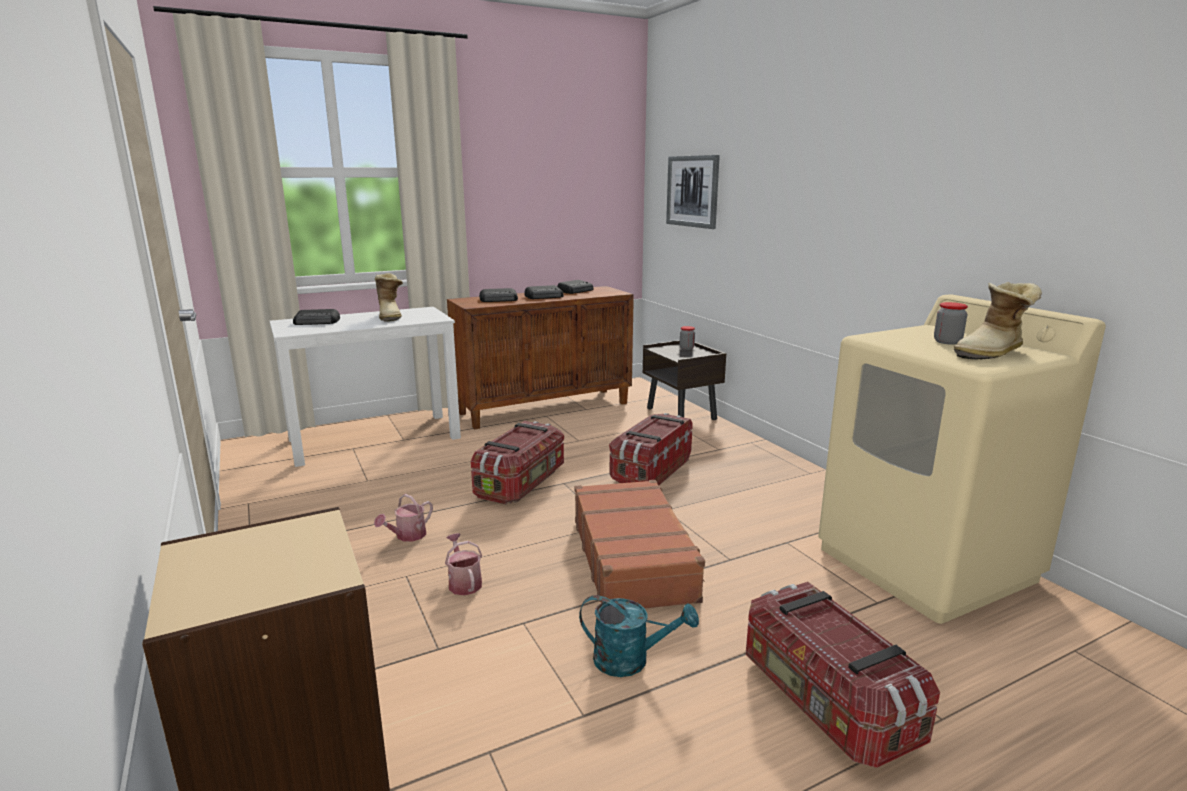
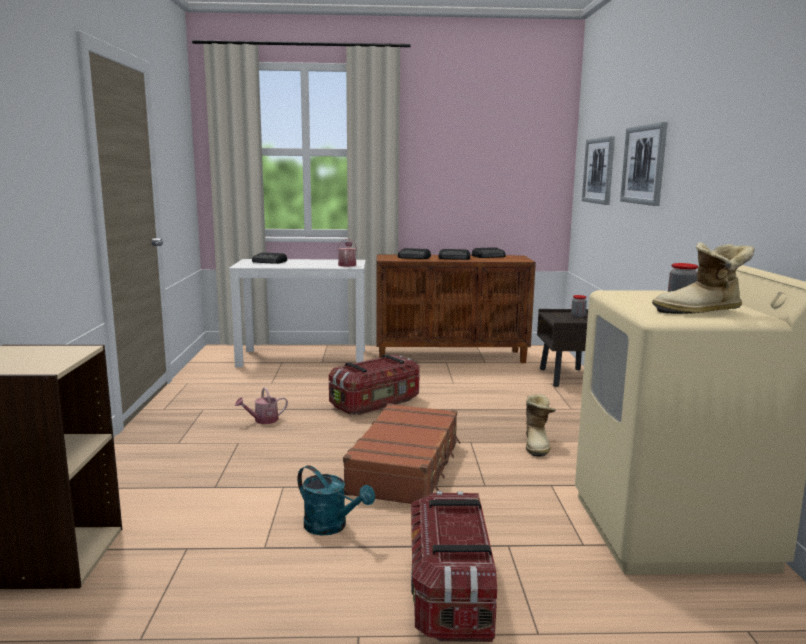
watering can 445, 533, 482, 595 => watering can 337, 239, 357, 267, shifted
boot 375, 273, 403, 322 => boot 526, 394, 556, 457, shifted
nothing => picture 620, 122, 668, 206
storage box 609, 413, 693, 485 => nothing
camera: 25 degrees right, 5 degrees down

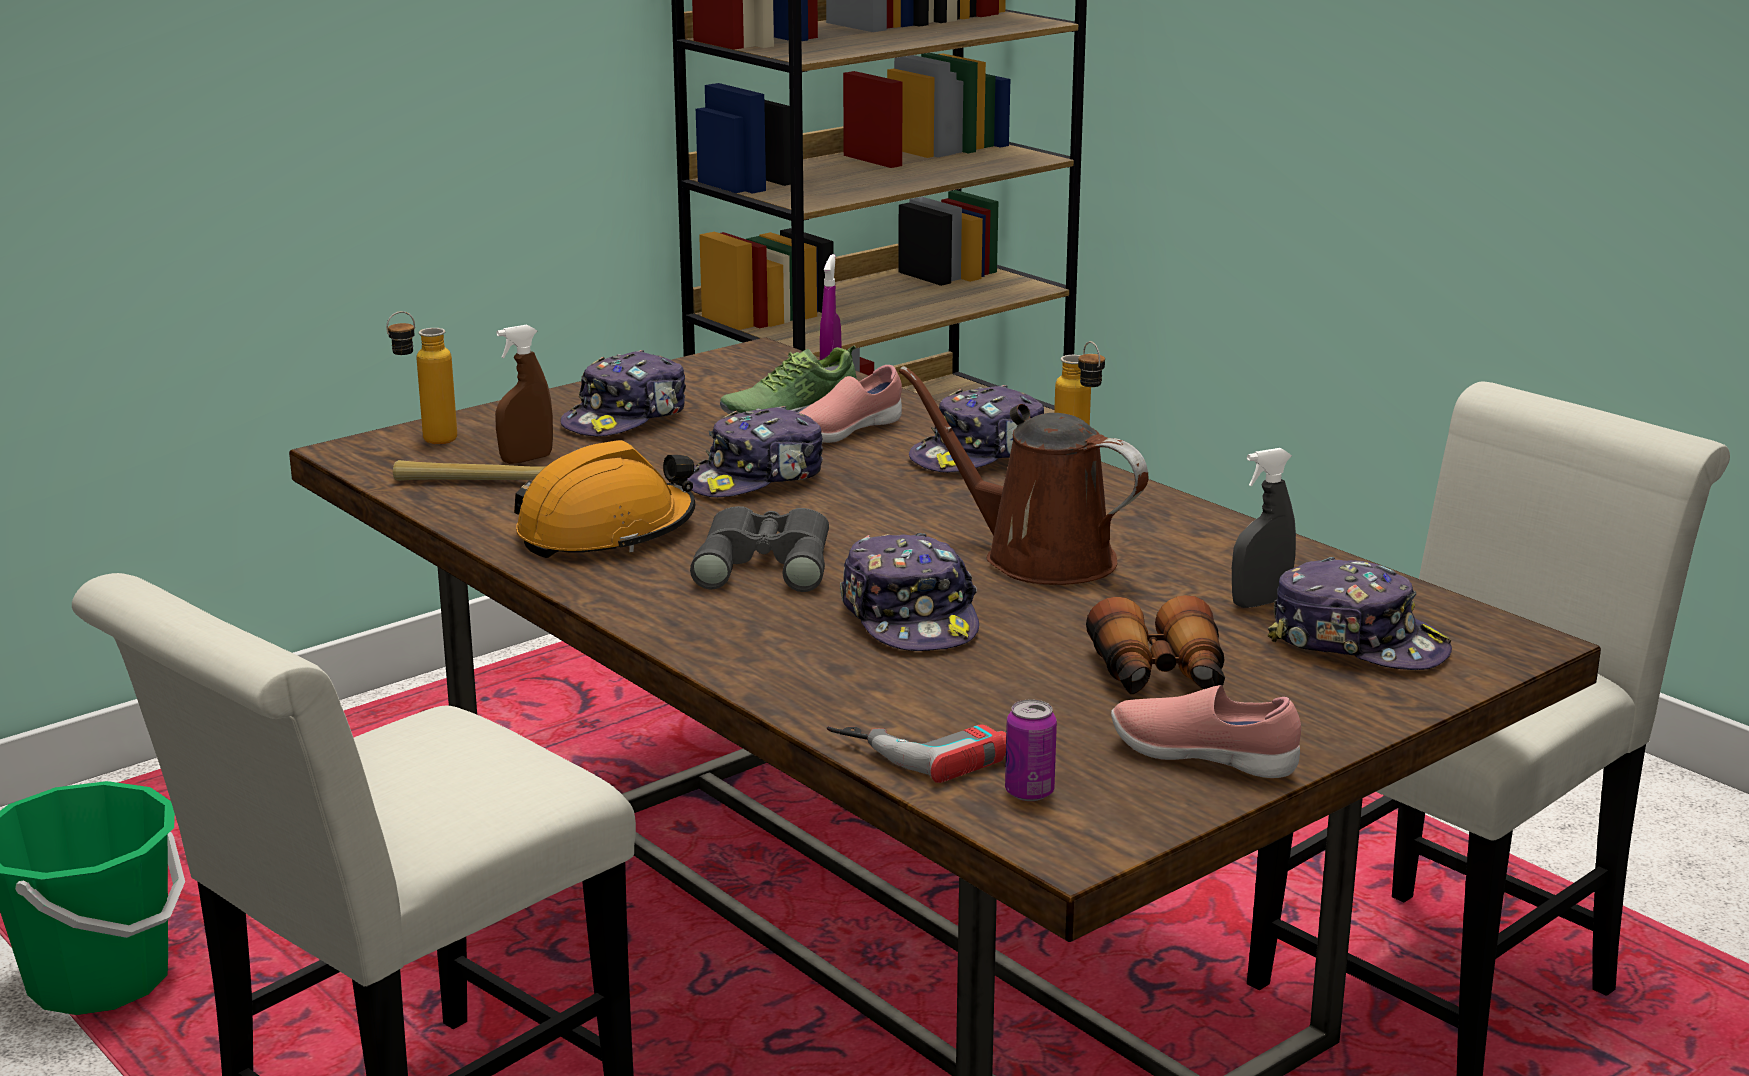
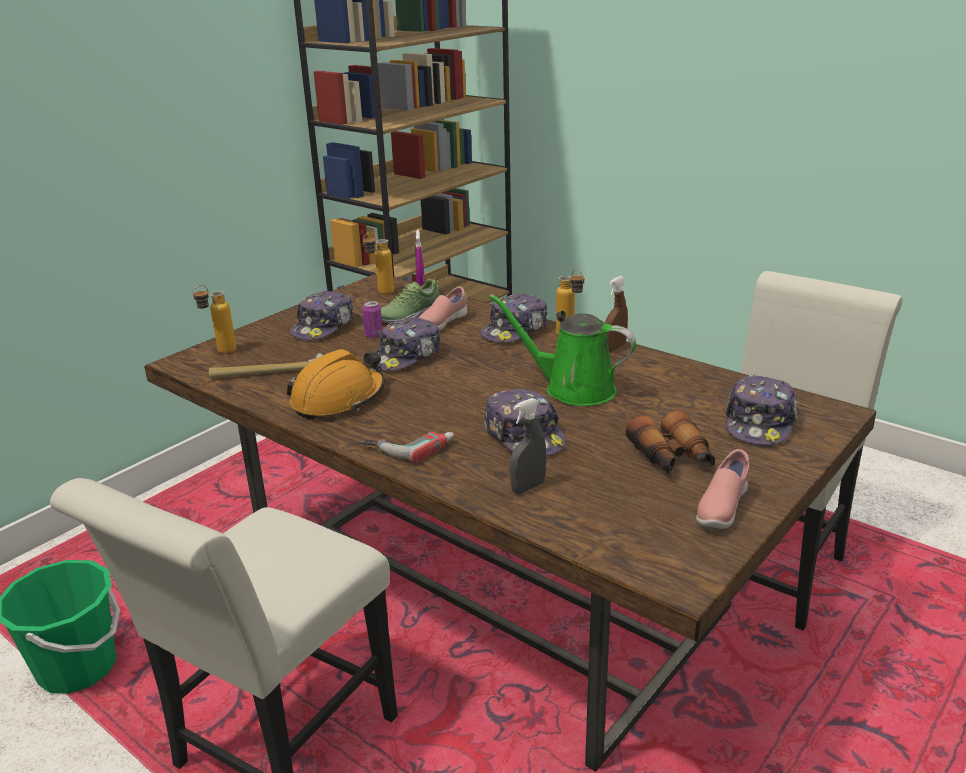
power drill 827, 725, 1006, 783 => power drill 356, 432, 454, 464, shifted
can 1005, 700, 1057, 801 => can 362, 301, 382, 338, shifted
nothing => bottle 363, 232, 394, 294
brown watering can 899, 366, 1148, 585 => green watering can 489, 294, 636, 406
grey spray bottle 1232, 448, 1296, 608 => grey spray bottle 510, 398, 546, 494, shifted
brown spray bottle 495, 324, 553, 464 => brown spray bottle 605, 276, 628, 351, shifted
pink shoe 1111, 685, 1301, 778 => pink shoe 696, 449, 749, 529, 75 degrees counterclockwise
cap 1268, 557, 1452, 670 => cap 725, 374, 798, 445, 90 degrees clockwise
grey binoculars 690, 506, 829, 592 => nothing
camera: 10 degrees left, 5 degrees up

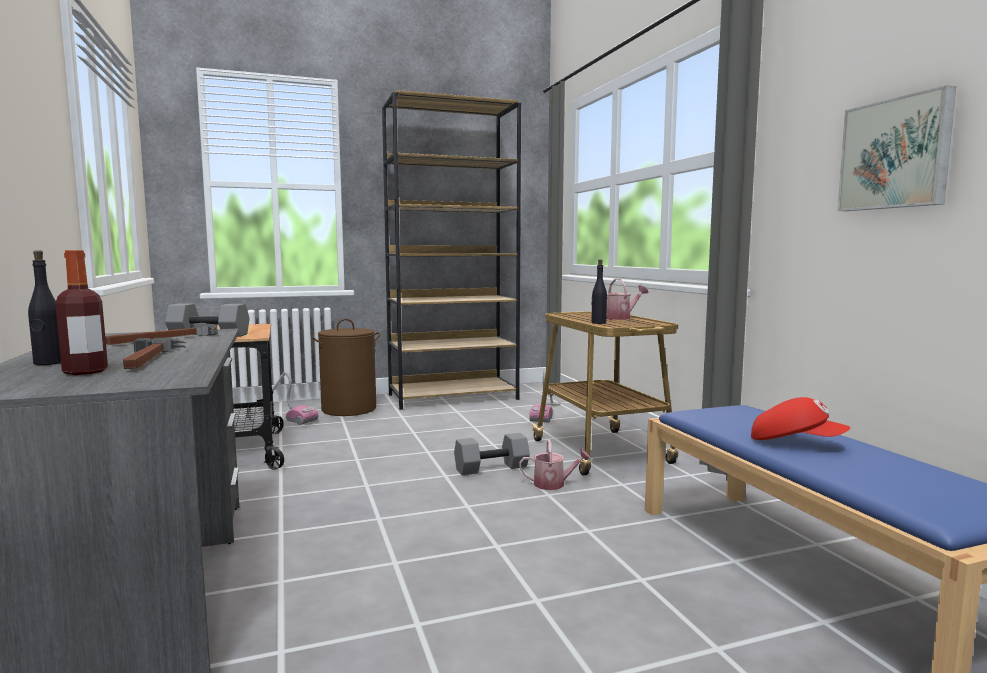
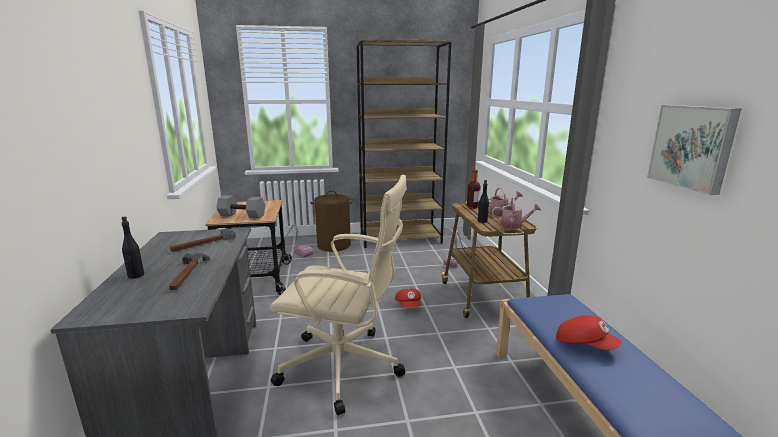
nothing => beige office chair 270, 175, 407, 415
grey dumbbell 454, 433, 530, 475 => red cap 395, 288, 422, 307
bottle 55, 250, 108, 375 => bottle 467, 170, 481, 209, shifted
watering can 519, 440, 591, 490 => watering can 492, 197, 541, 229, shifted
camera: 10 degrees right, 10 degrees up

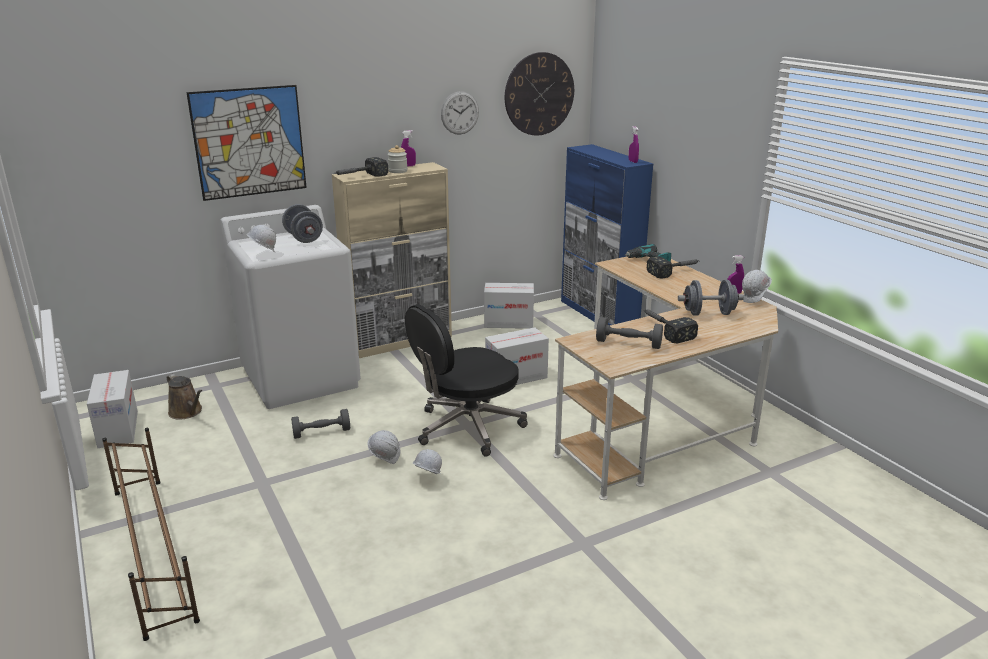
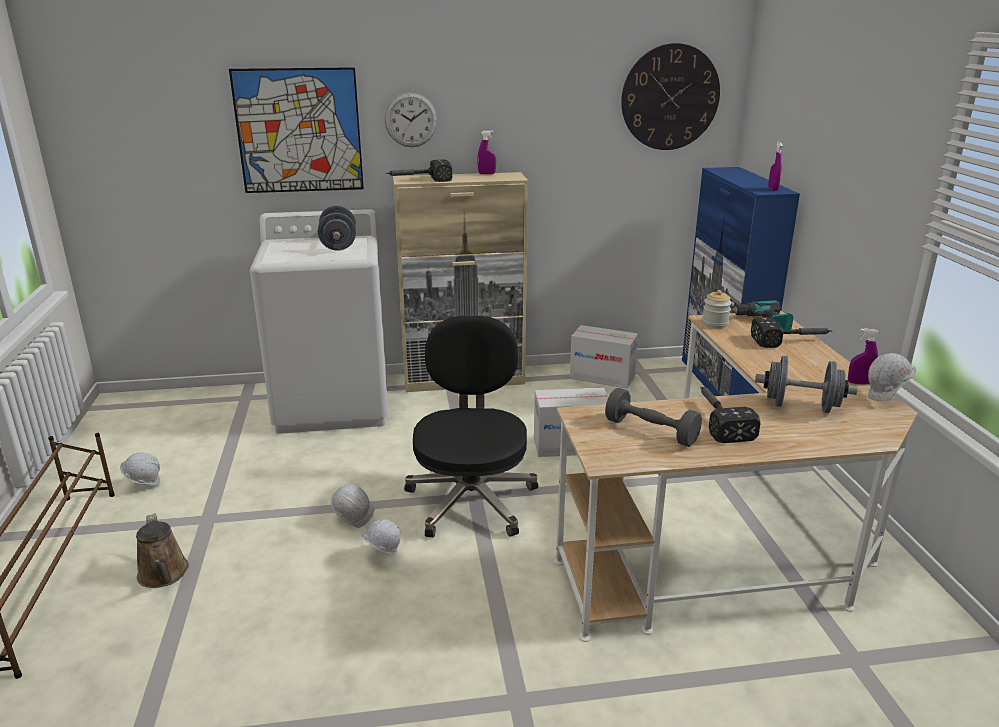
white hard hat 246, 225, 276, 252 => white hard hat 120, 452, 160, 486, shifted
brown watering can 167, 374, 202, 419 => brown watering can 136, 513, 189, 588, shifted
wall clock 441, 91, 479, 135 => wall clock 384, 92, 438, 147, shifted
black office chair 405, 304, 528, 456 => black office chair 404, 316, 538, 538, 105 degrees clockwise
jar 388, 145, 408, 173 => jar 702, 290, 732, 328, shifted
cardboard box 87, 370, 138, 448 => nothing
grey dumbbell 291, 409, 350, 439 => nothing
camera: 20 degrees right, 0 degrees up

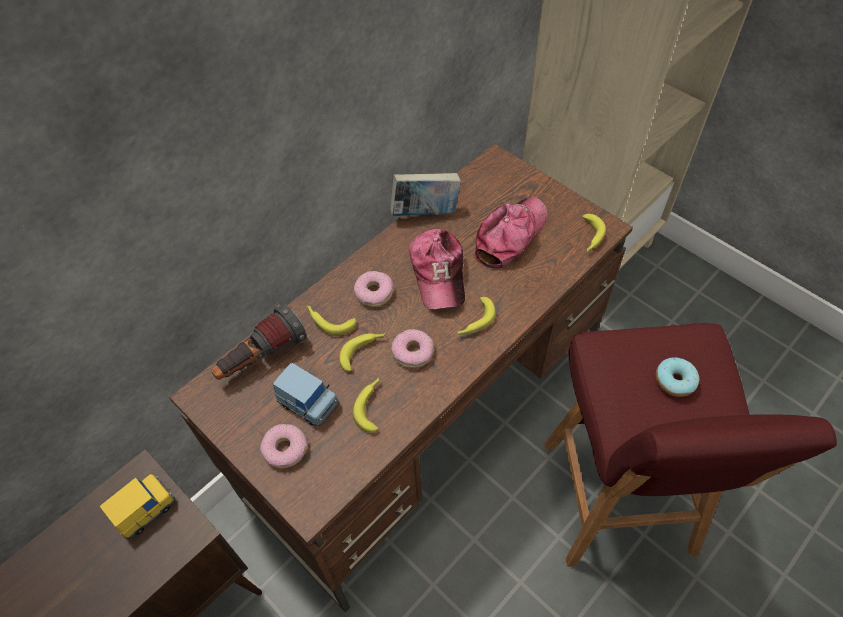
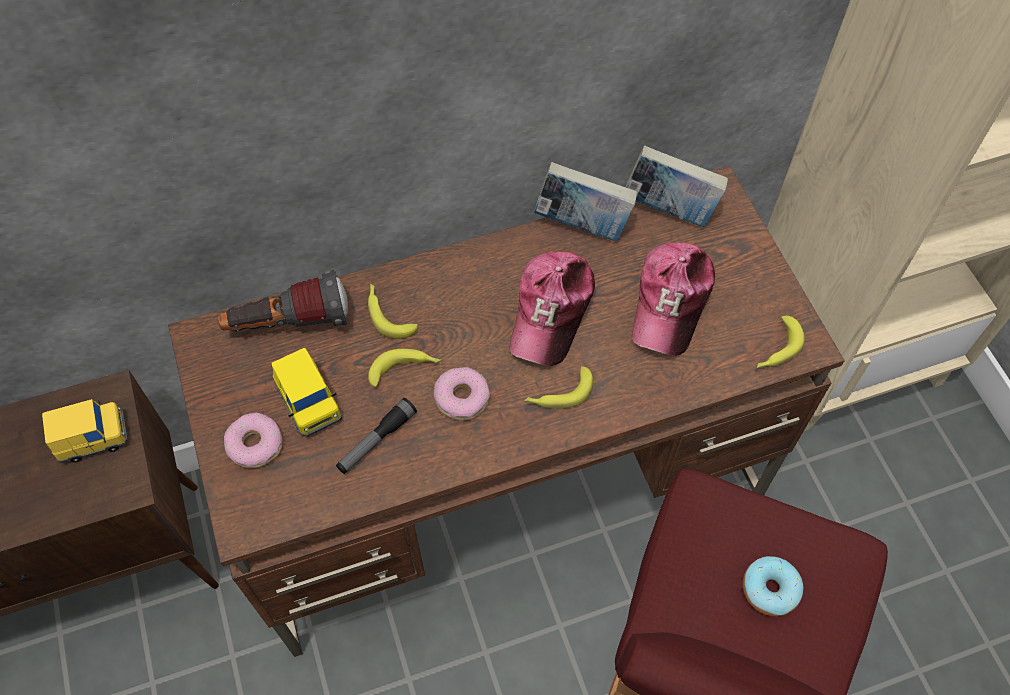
blue toy car 273, 363, 339, 426 => yellow toy car 272, 348, 342, 437
banana 353, 377, 379, 433 => flashlight 336, 398, 417, 474
nothing => book 625, 145, 728, 227
cap 474, 197, 547, 268 => cap 632, 242, 715, 356, 135 degrees clockwise
donut 354, 271, 393, 307 => nothing
camera: 25 degrees right, 5 degrees up

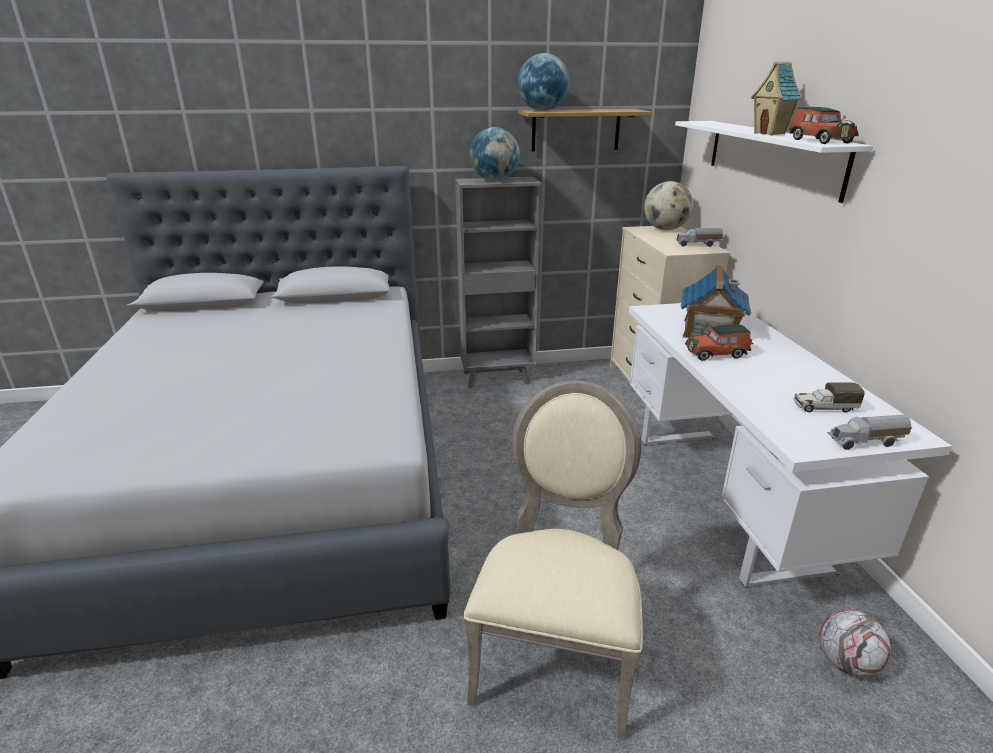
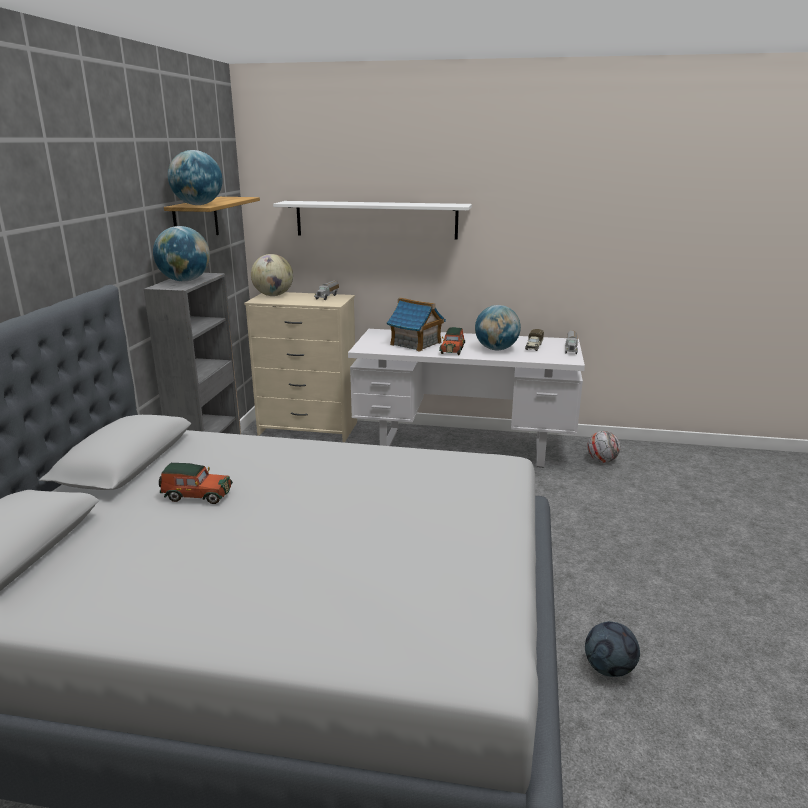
toy car 789, 107, 859, 144 => toy car 159, 463, 233, 504, shifted
nothing => globe 475, 305, 521, 350
nothing => football 585, 621, 640, 677
beige chair 464, 381, 643, 740 => nothing
toy house 751, 62, 803, 135 => nothing
camera: 70 degrees left, 5 degrees down

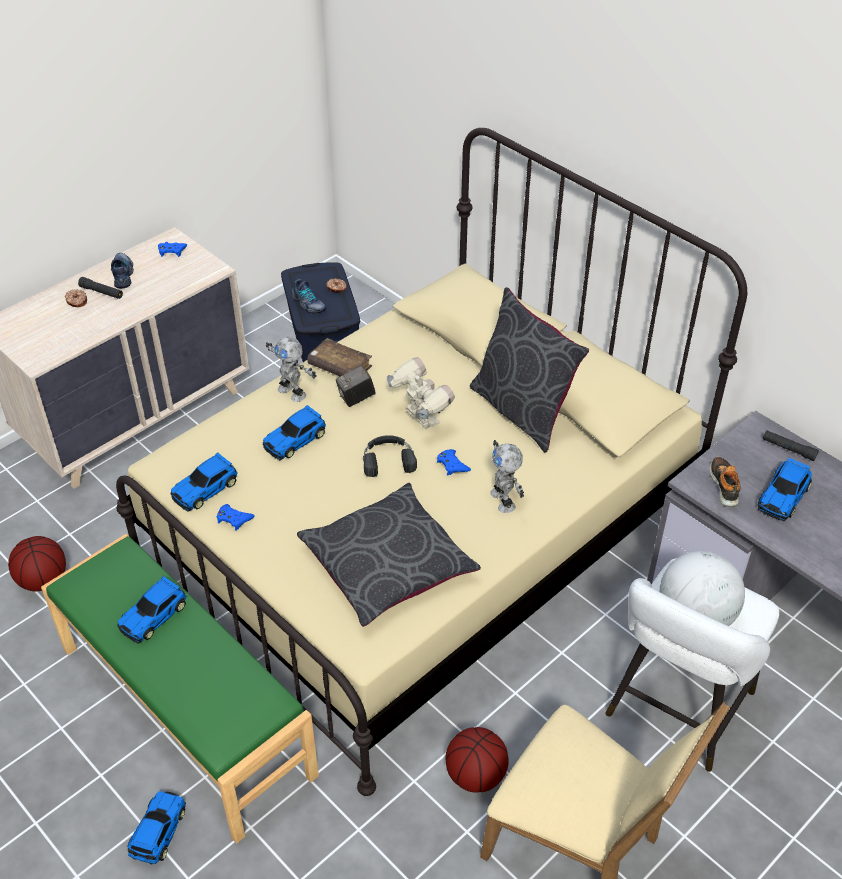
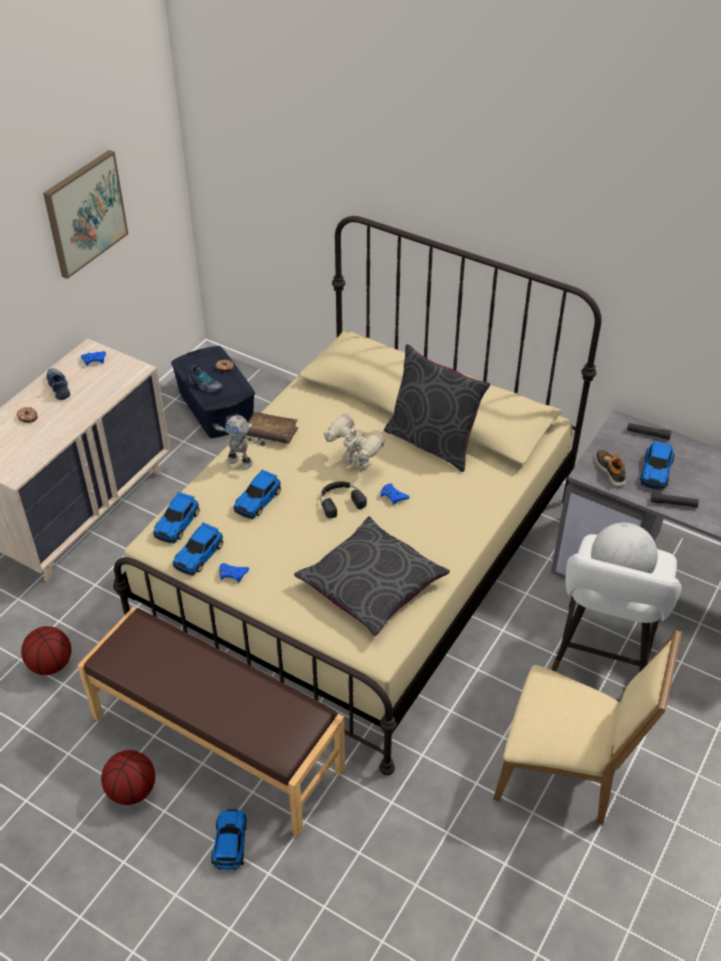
nothing => picture 43, 150, 128, 279
green bench 41, 534, 319, 844 => brown bench 77, 607, 345, 837
basketball 446, 727, 509, 793 => basketball 101, 750, 155, 805, shifted
toy car 118, 576, 186, 644 => toy car 153, 492, 200, 544, shifted
black flashlight 78, 277, 123, 299 => black flashlight 651, 492, 699, 507, shifted
photo camera 336, 365, 376, 407 => nothing
toy robot 490, 440, 524, 513 => nothing
camera: 15 degrees left, 0 degrees up

